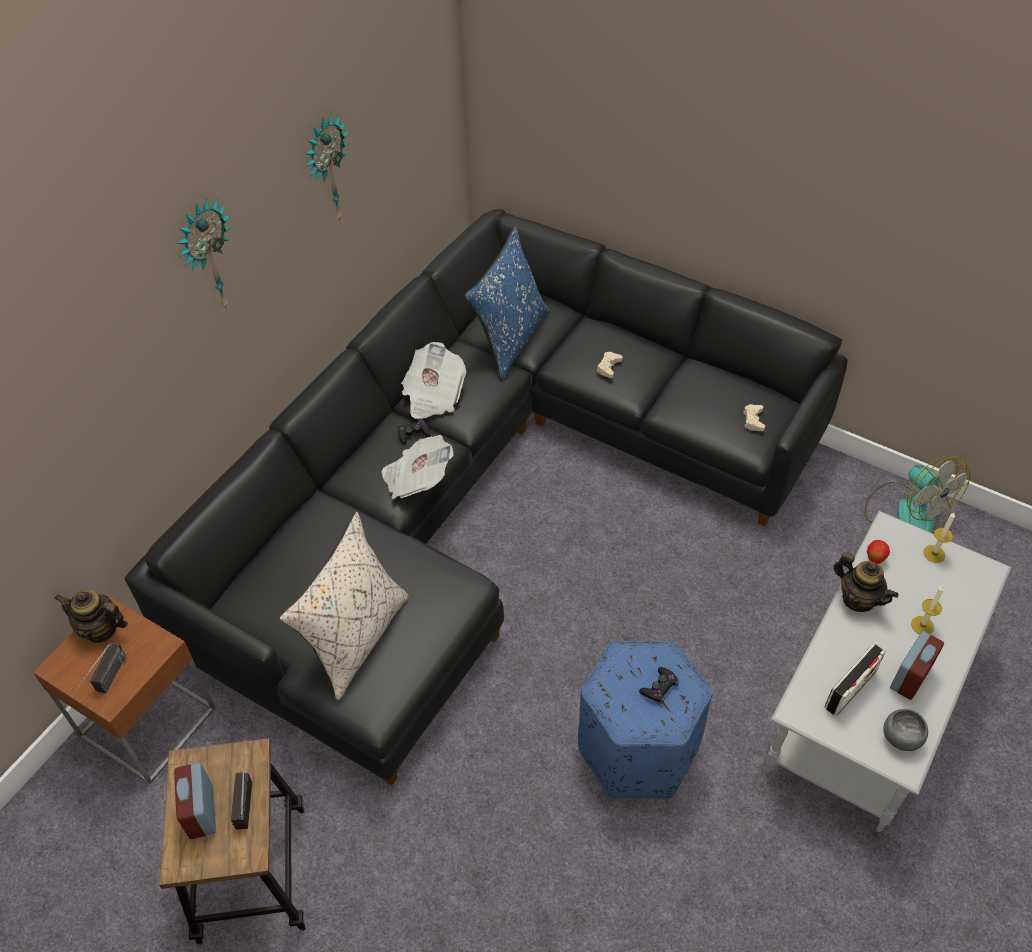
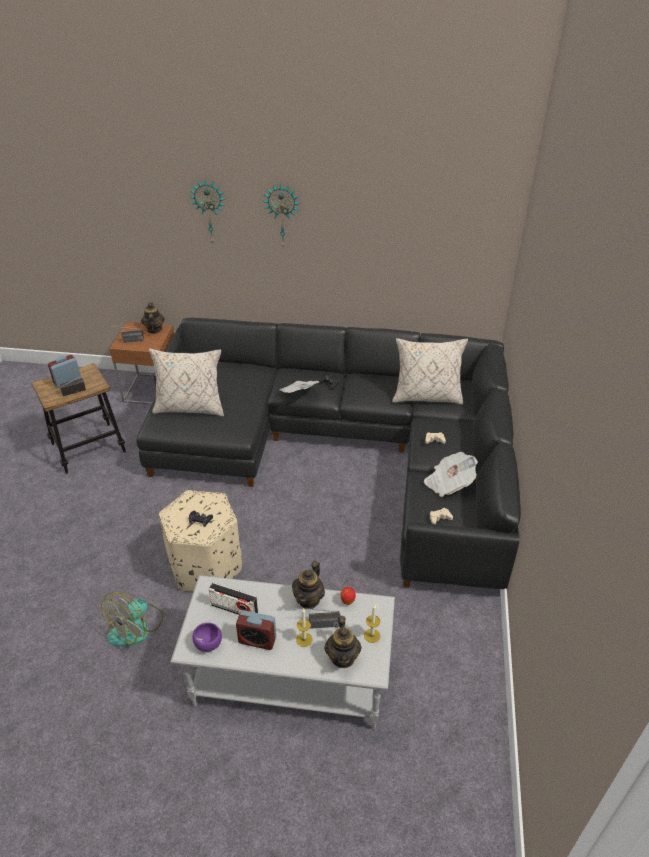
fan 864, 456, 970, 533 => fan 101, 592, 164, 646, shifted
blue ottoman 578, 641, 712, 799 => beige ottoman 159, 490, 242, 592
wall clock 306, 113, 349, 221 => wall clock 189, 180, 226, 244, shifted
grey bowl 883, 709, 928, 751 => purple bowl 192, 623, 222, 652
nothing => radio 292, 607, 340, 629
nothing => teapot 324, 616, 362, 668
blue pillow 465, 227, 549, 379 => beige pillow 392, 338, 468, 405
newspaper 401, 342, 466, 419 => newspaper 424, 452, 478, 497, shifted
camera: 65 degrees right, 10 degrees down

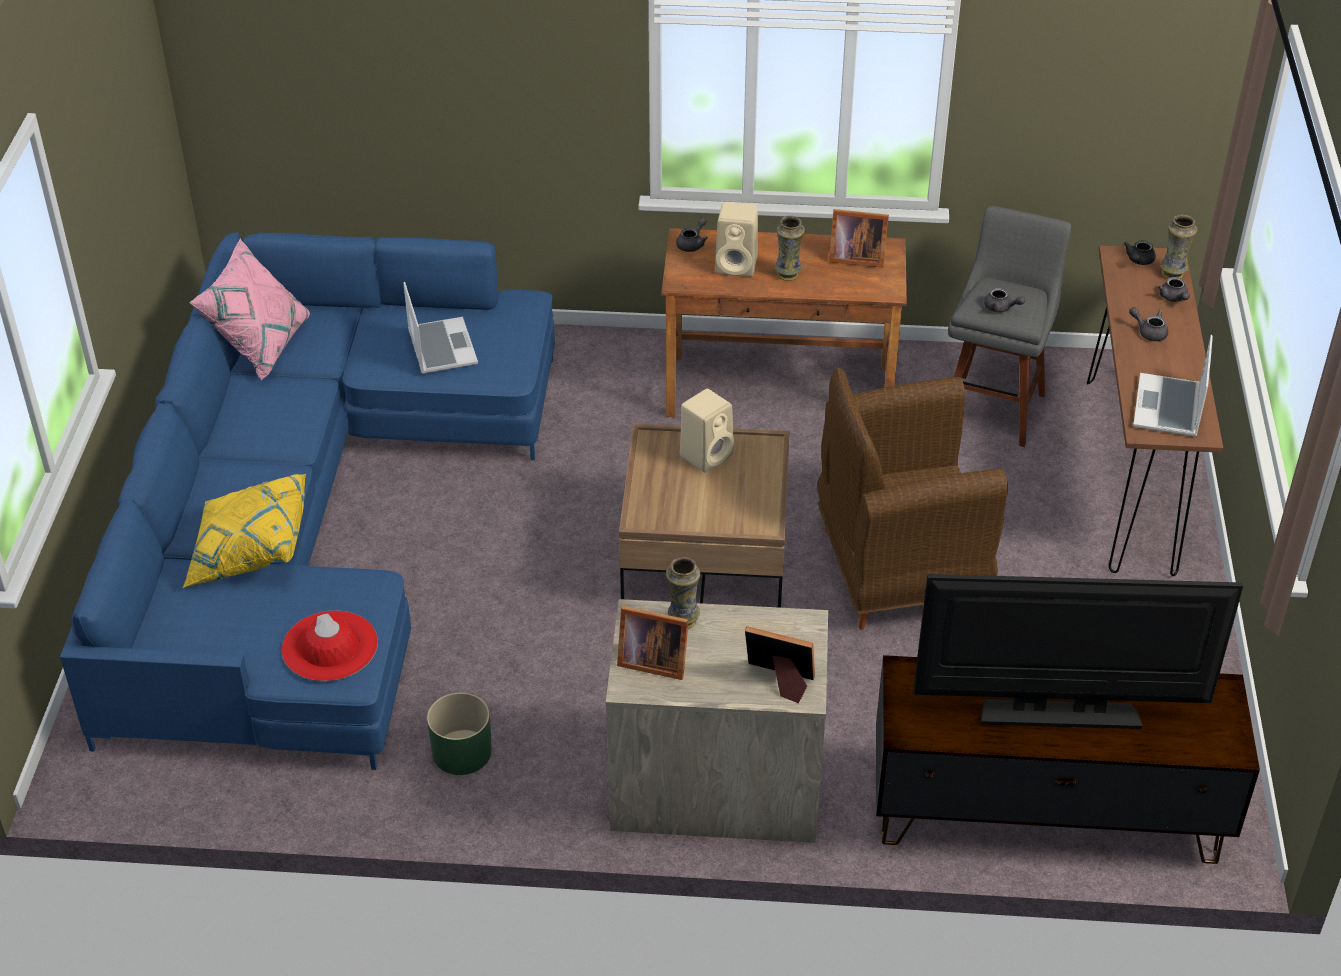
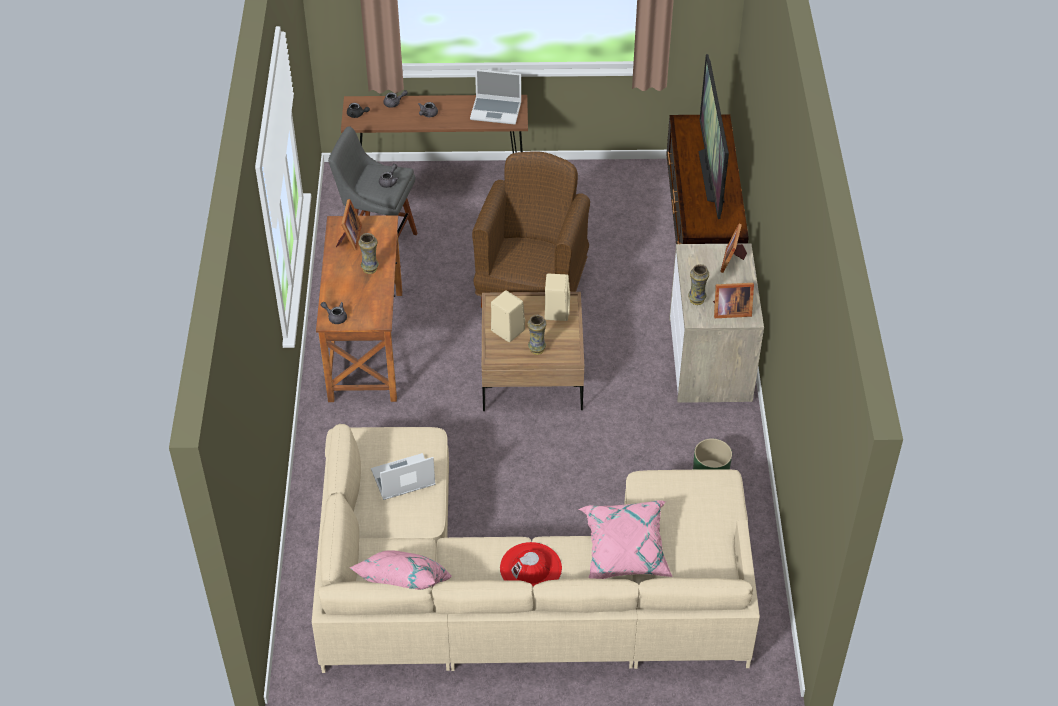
blue sofa 60, 232, 555, 770 => beige sofa 312, 424, 760, 673
brown armchair 817, 368, 1008, 630 => brown armchair 472, 151, 590, 308, 150 degrees counterclockwise
red hat 282, 610, 378, 681 => red hat 500, 542, 562, 586, shifted
vase 1161, 214, 1197, 279 => vase 527, 314, 546, 355, shifted
beige speaker 715, 202, 758, 277 => beige speaker 545, 274, 570, 321, shifted
yellow pillow 183, 473, 306, 588 => pink pillow 579, 500, 673, 579
picture frame 617, 606, 689, 680 => picture frame 713, 283, 754, 318, 75 degrees clockwise
camera: 95 degrees left, 5 degrees up

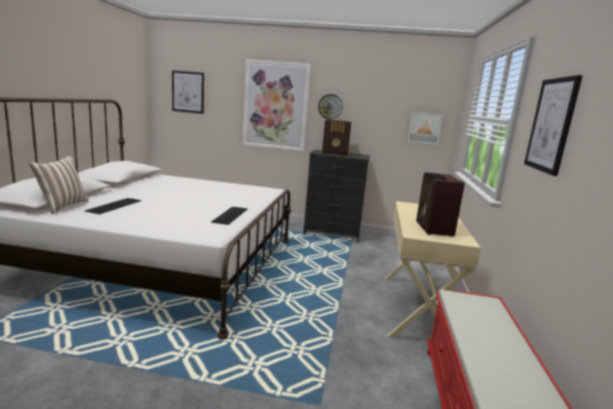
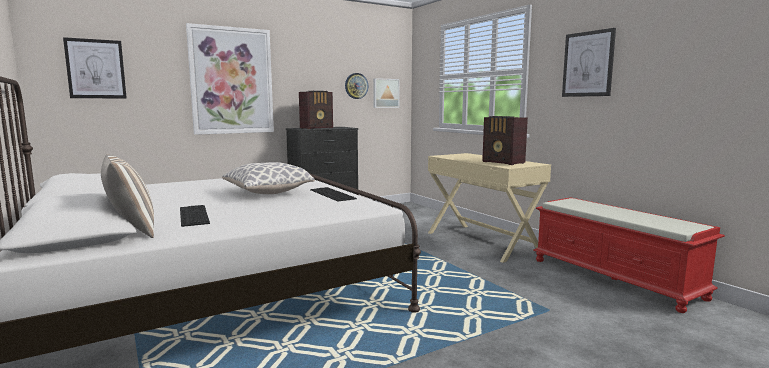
nothing => pillow 222, 162, 315, 194
wall clock 318, 94, 343, 119 => wall clock 345, 73, 368, 99, shifted
camera: 40 degrees left, 5 degrees down

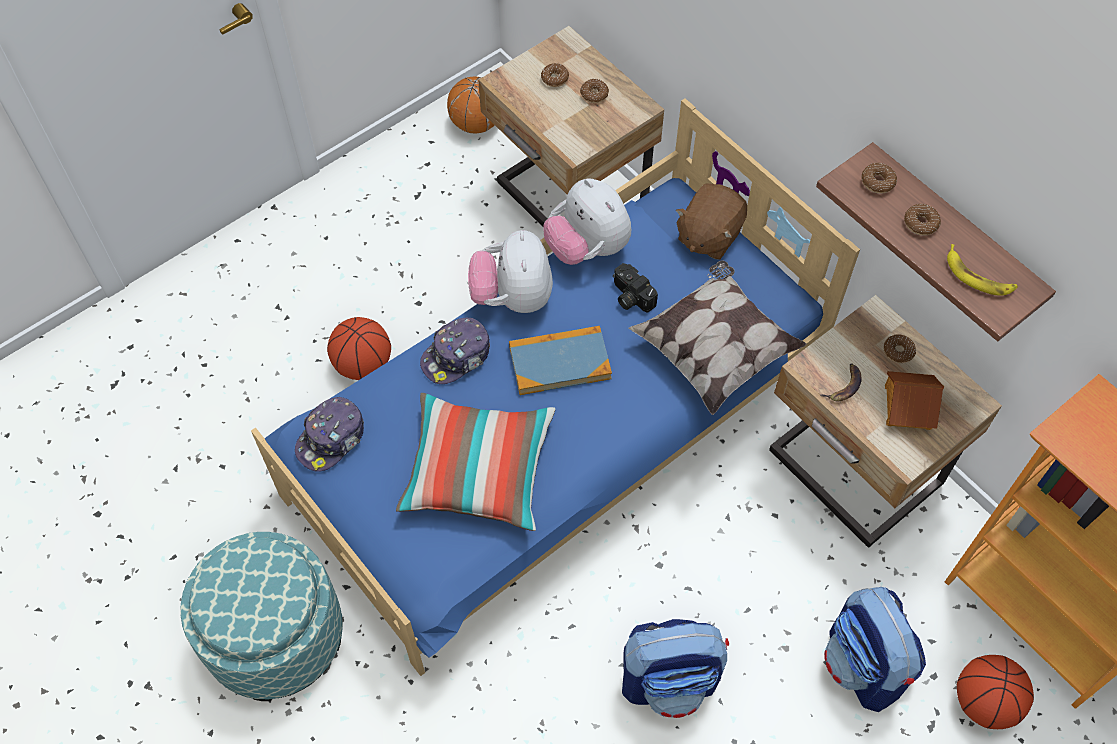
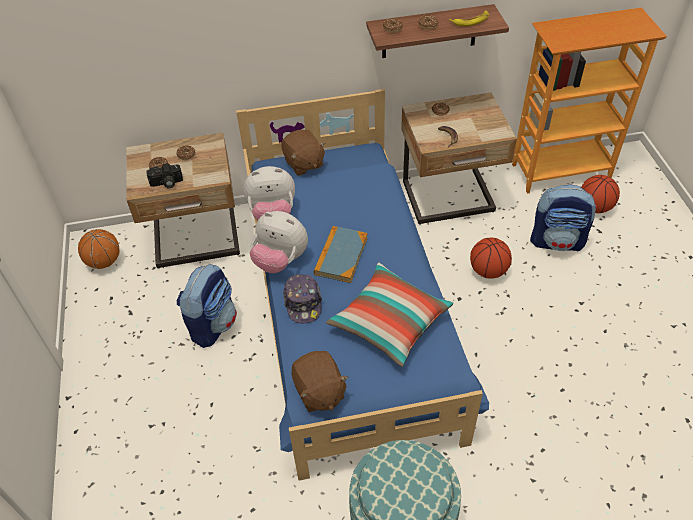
photo camera 613, 263, 658, 313 => photo camera 146, 163, 183, 188, shifted
backpack 622, 619, 729, 718 => backpack 177, 264, 237, 348, shifted
cap 295, 397, 364, 472 => brown plush toy 292, 351, 348, 412
basketball 327, 317, 391, 380 => basketball 470, 238, 512, 279, shifted
pillow 629, 261, 806, 415 => nothing
toy house 885, 371, 944, 430 => nothing
camera: 60 degrees left, 10 degrees down

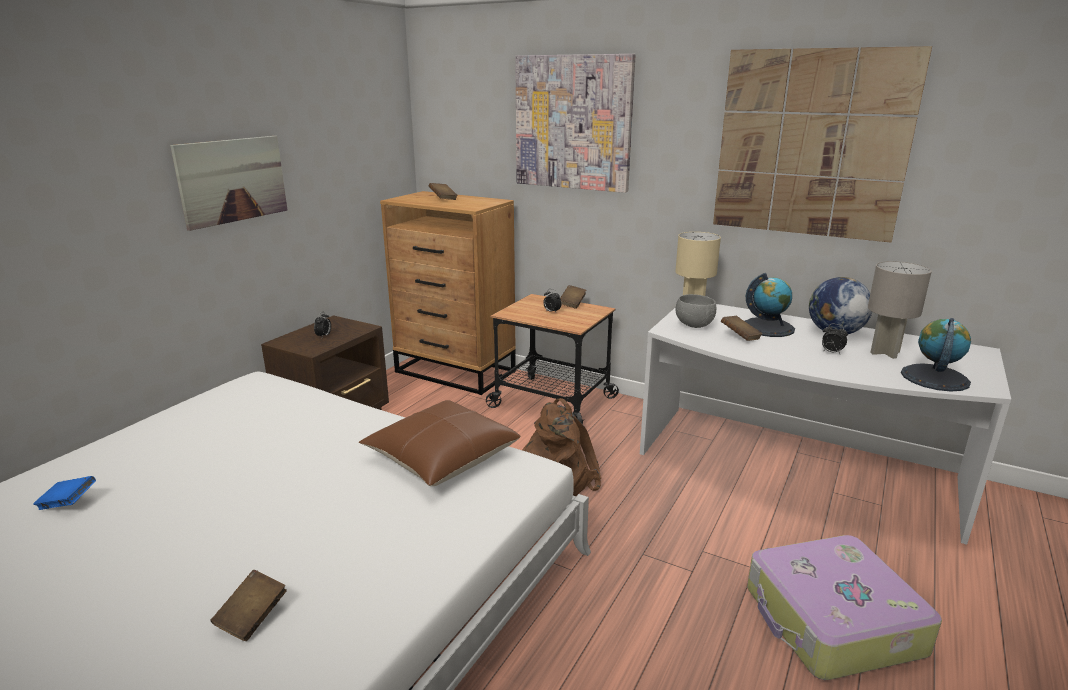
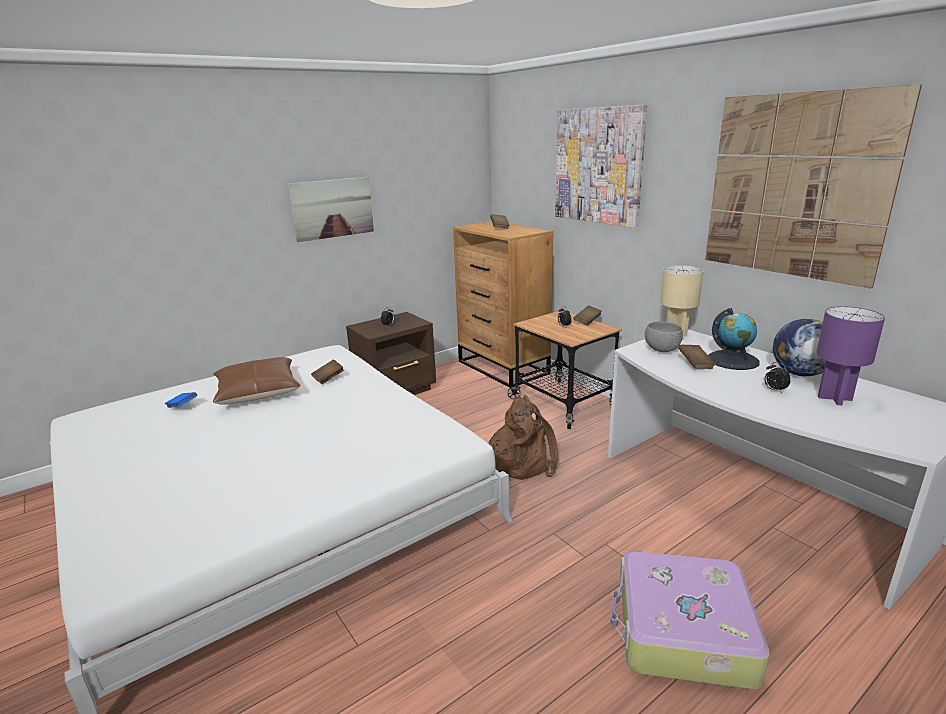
brown pillow 359, 400, 521, 486 => brown pillow 213, 357, 301, 405, shifted
brown book 210, 570, 287, 641 => brown book 311, 359, 344, 384, shifted
grey table lamp 868, 261, 932, 359 => purple table lamp 816, 306, 885, 405
globe 901, 318, 971, 392 => nothing
camera: 25 degrees right, 0 degrees up

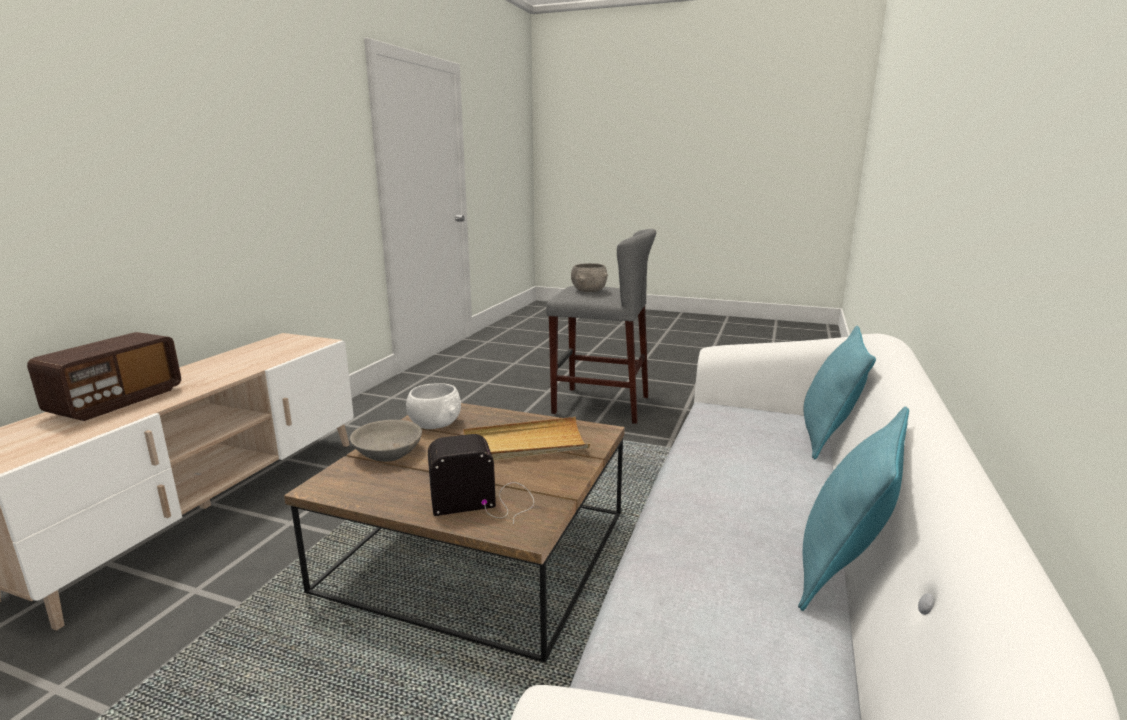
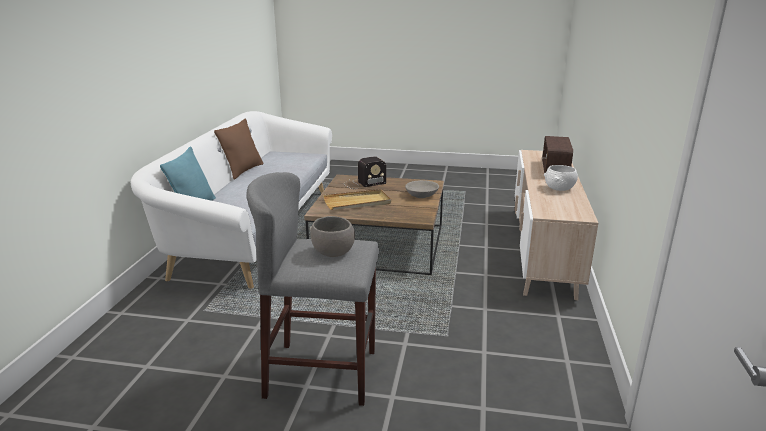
turquoise pillow 798, 407, 909, 611 => brown pillow 214, 119, 264, 180
white bowl 406, 383, 461, 429 => white bowl 544, 165, 578, 191, shifted
camera: 170 degrees right, 5 degrees up

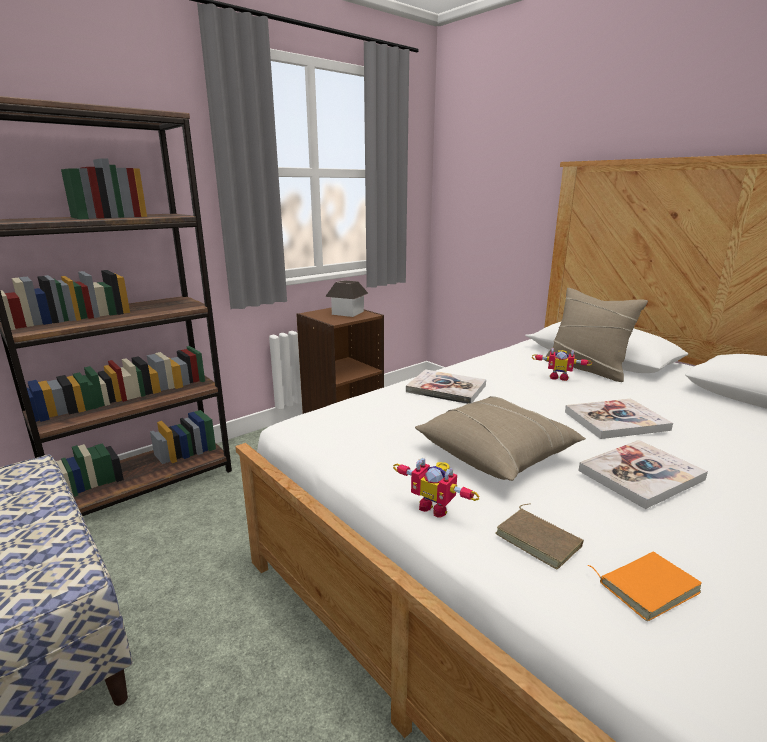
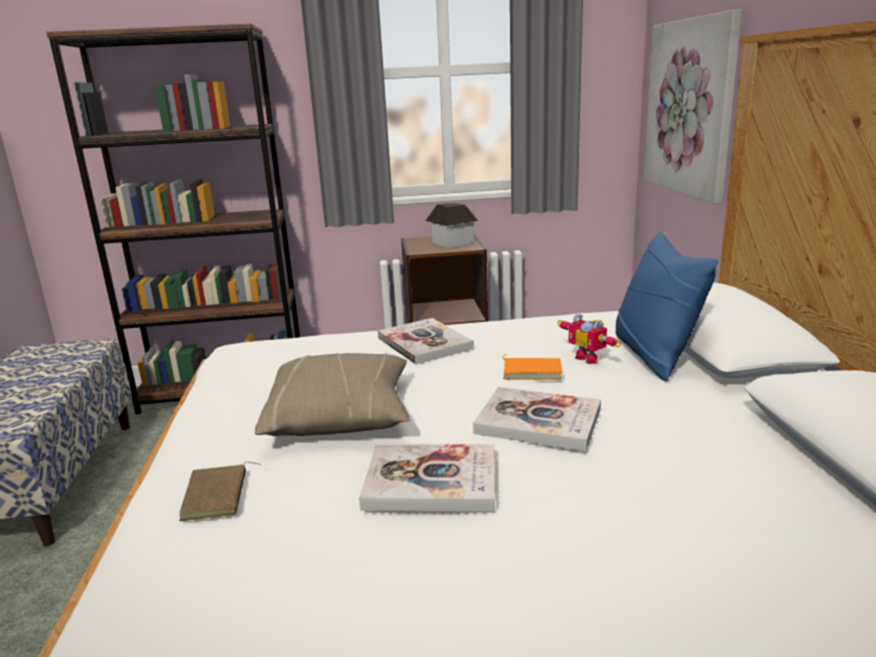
orange book 587, 552, 702, 621 => orange book 503, 354, 563, 380, shifted
beige pillow 545, 288, 648, 382 => blue pillow 616, 232, 718, 382
nothing => picture 643, 9, 742, 204
toy robot 393, 458, 480, 518 => nothing
camera: 35 degrees right, 0 degrees up

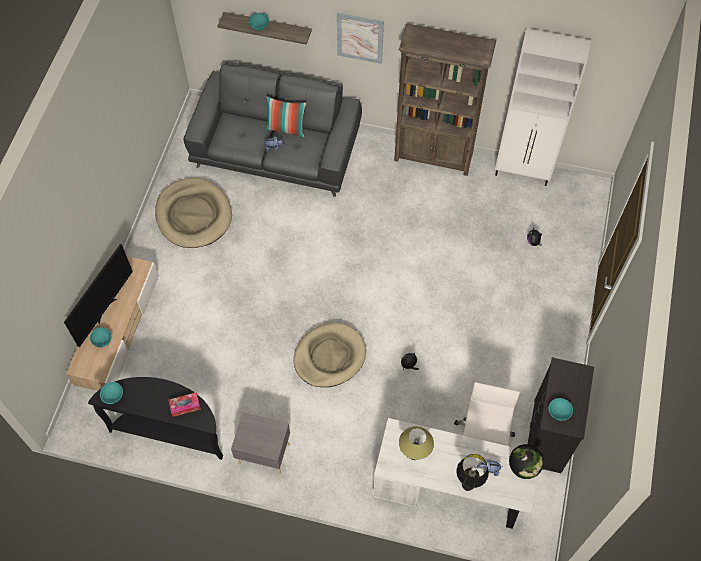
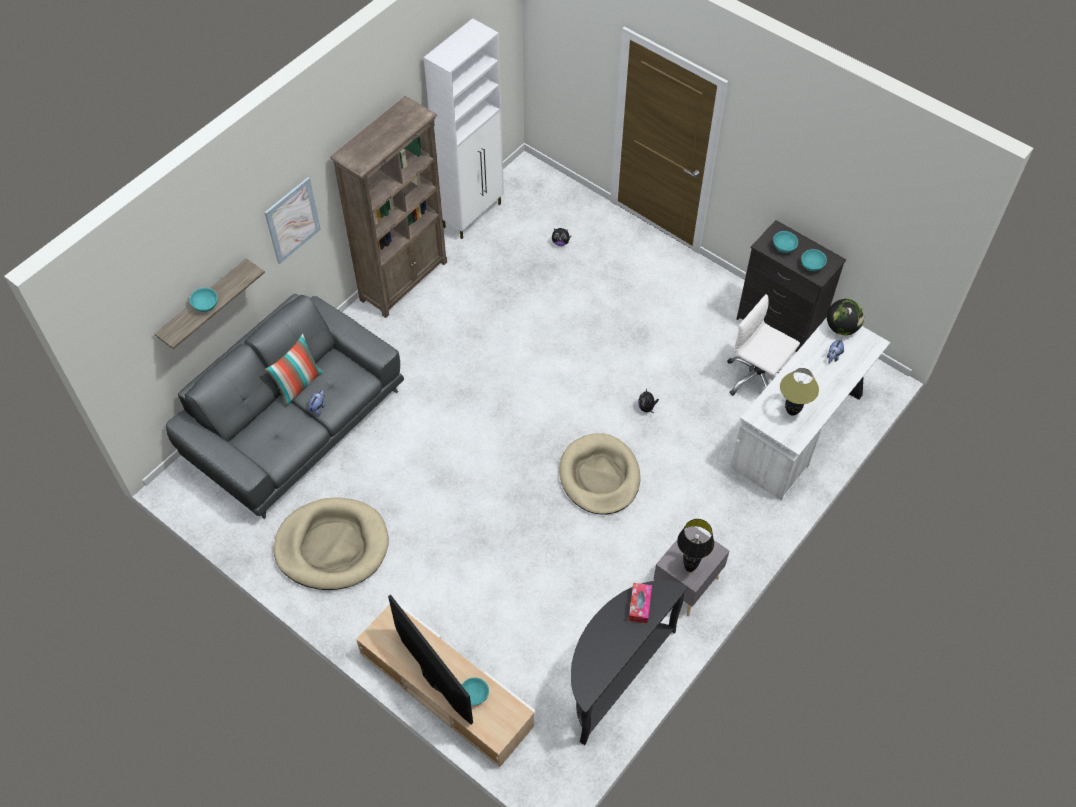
black table lamp 456, 454, 489, 491 => black table lamp 677, 519, 714, 572, shifted
turquoise bowl 100, 382, 123, 404 => turquoise bowl 773, 231, 798, 253, shifted
camera: 65 degrees left, 5 degrees down

